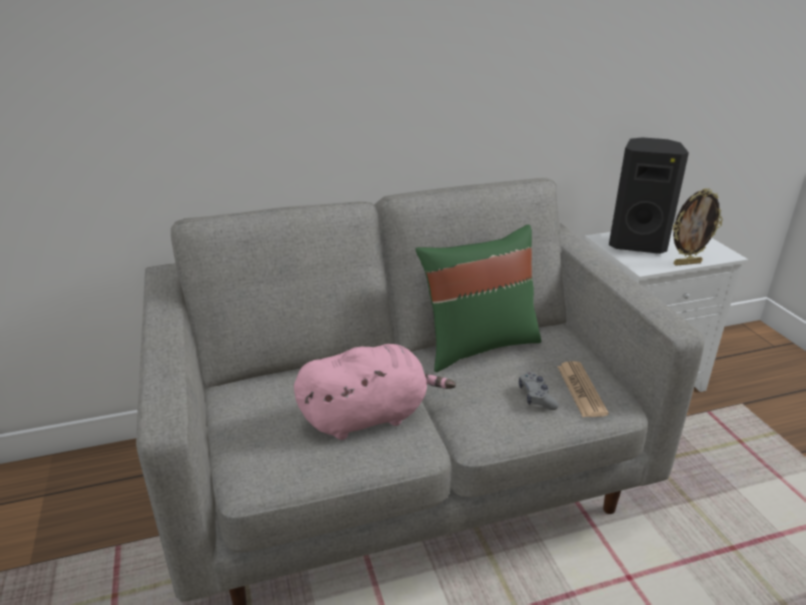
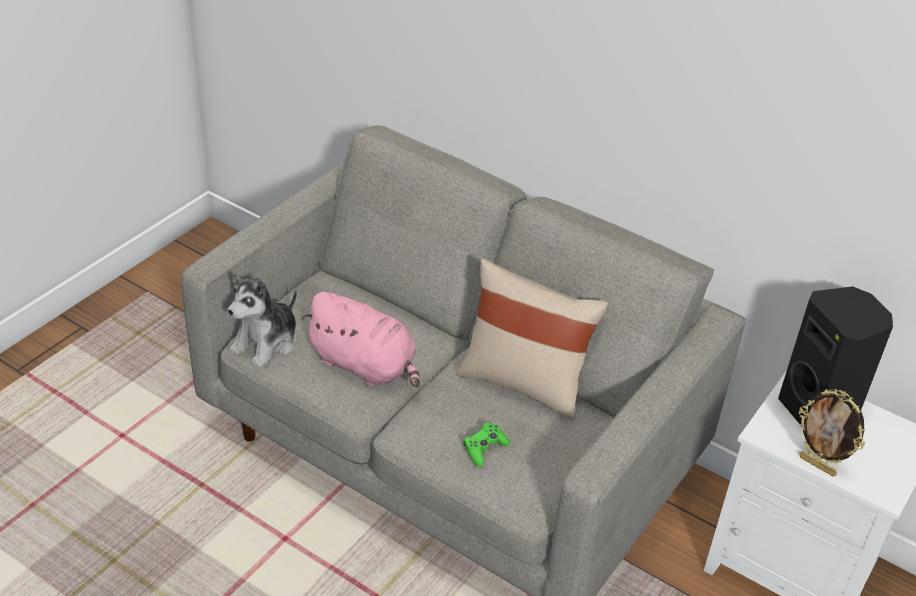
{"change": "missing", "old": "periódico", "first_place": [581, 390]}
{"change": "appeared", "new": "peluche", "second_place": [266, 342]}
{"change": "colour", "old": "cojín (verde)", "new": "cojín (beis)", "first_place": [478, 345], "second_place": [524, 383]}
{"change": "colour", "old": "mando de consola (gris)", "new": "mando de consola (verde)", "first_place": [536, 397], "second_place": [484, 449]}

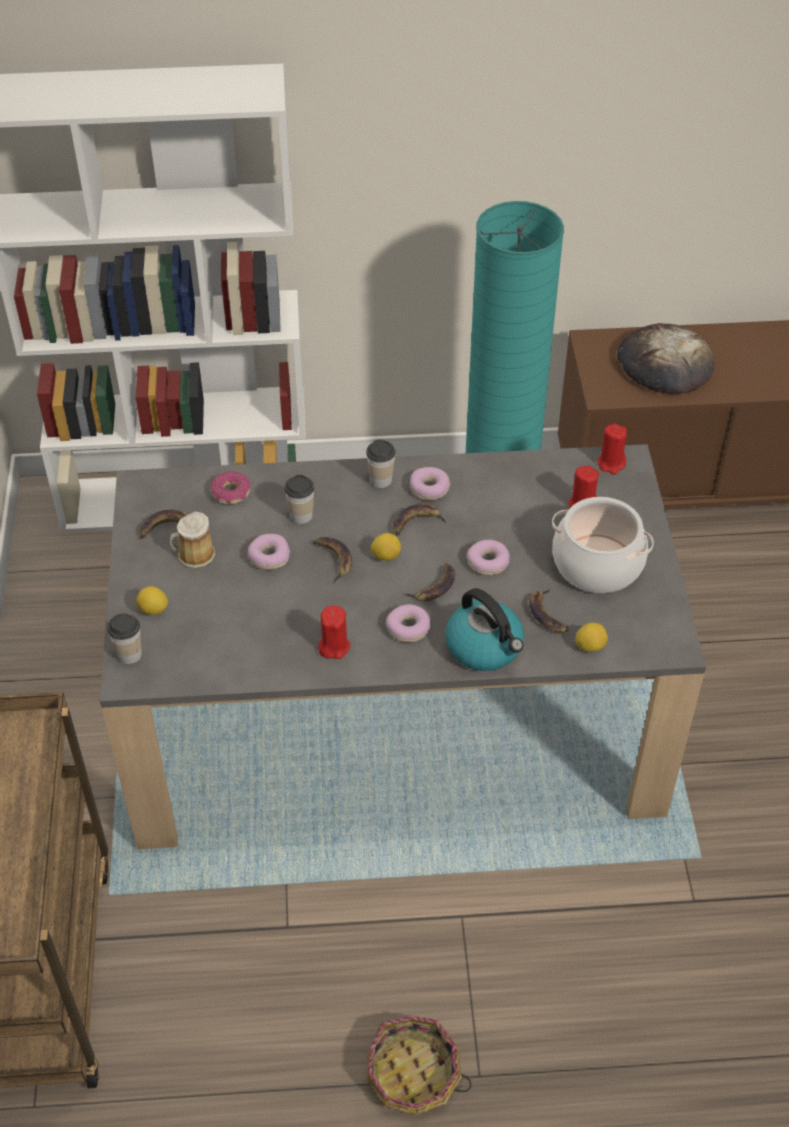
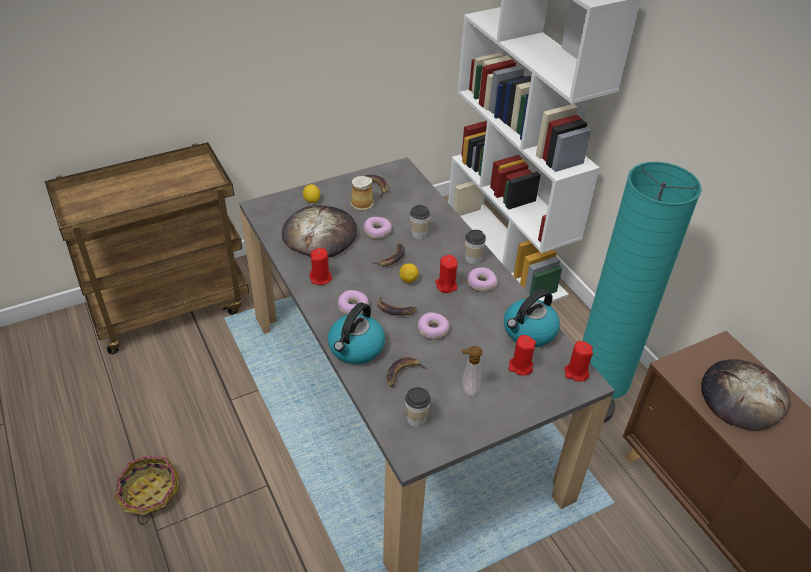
{"change": "missing", "old": "rosquilla", "first_place": [230, 493]}
{"change": "missing", "old": "limón", "first_place": [590, 646]}
{"change": "appeared", "new": "pan", "second_place": [319, 235]}
{"change": "appeared", "new": "hervidor", "second_place": [529, 332]}
{"change": "relocated", "old": "taza", "first_place": [129, 654], "second_place": [416, 419]}
{"change": "exchanged", "old": "plátano", "new": "vela (rojo)", "first_place": [416, 523], "second_place": [446, 285]}
{"change": "exchanged", "old": "olla", "new": "dispensador de jabón", "first_place": [598, 564], "second_place": [468, 390]}

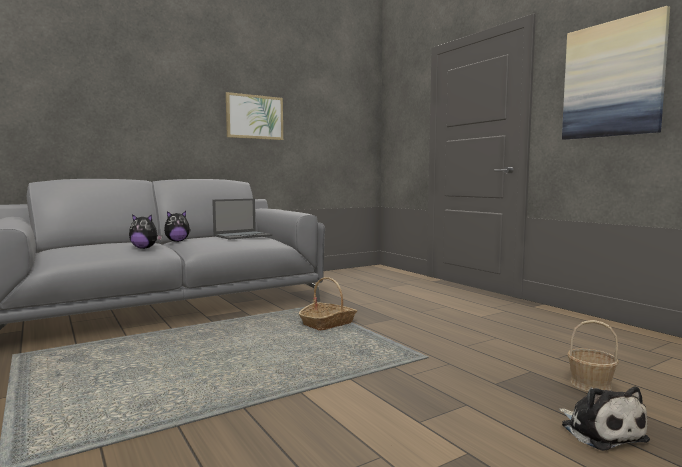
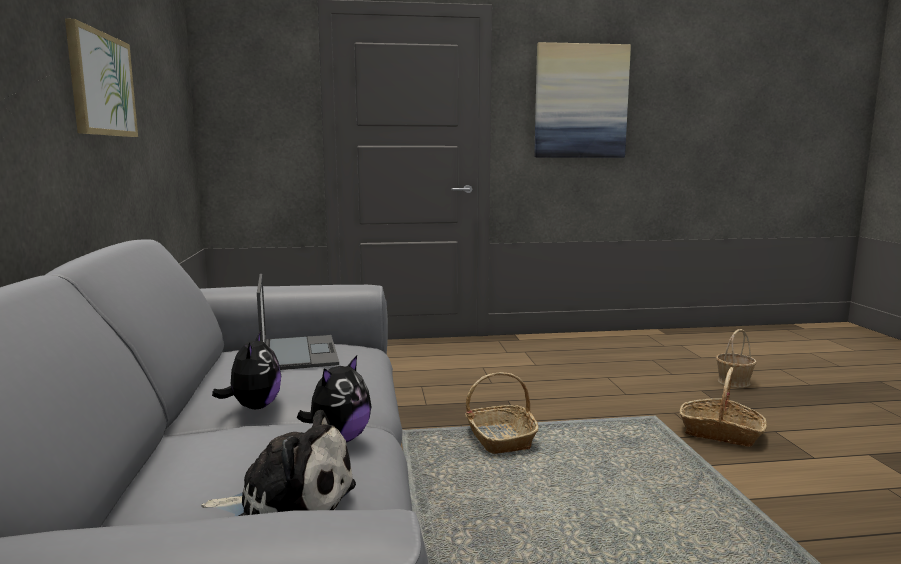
{"change": "appeared", "new": "cesta", "second_place": [720, 433]}
{"change": "relocated", "old": "peluche", "first_place": [600, 431], "second_place": [288, 506]}

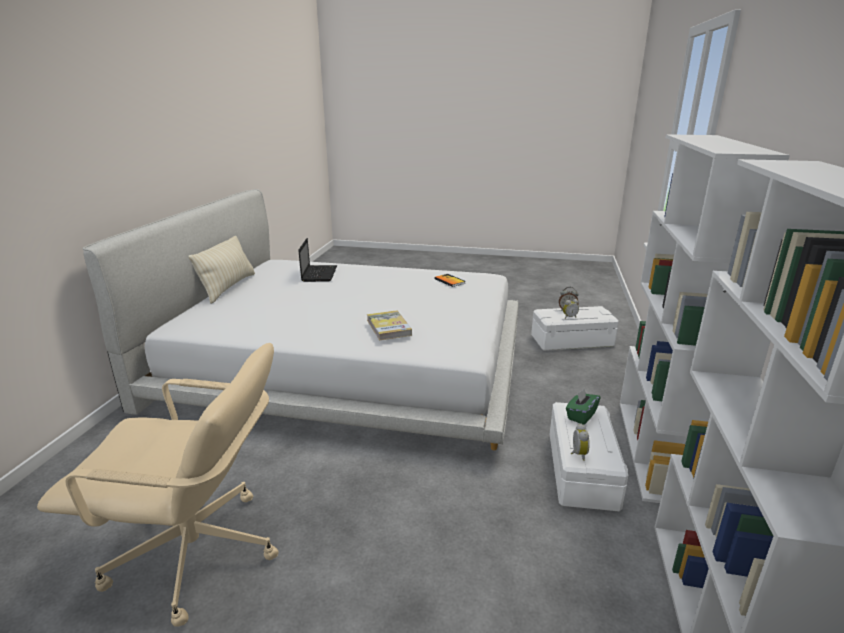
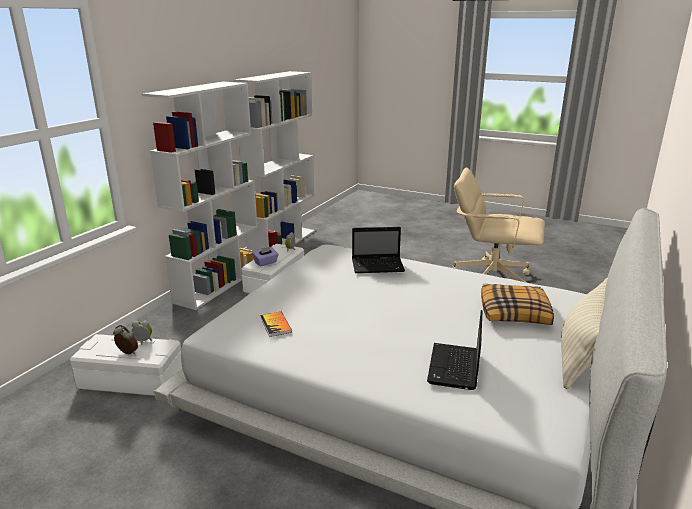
{"change": "appeared", "new": "cojín", "second_place": [515, 313]}
{"change": "exchanged", "old": "libro", "new": "portátil", "first_place": [388, 327], "second_place": [378, 266]}
{"change": "colour", "old": "caja de pañuelos (verde)", "new": "caja de pañuelos (morado)", "first_place": [581, 415], "second_place": [266, 263]}

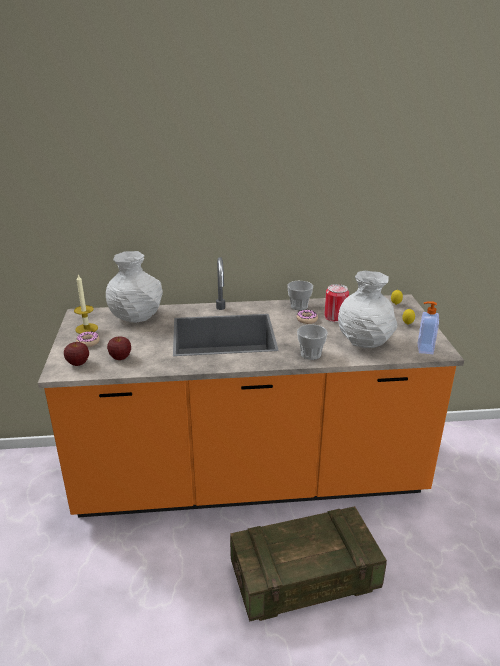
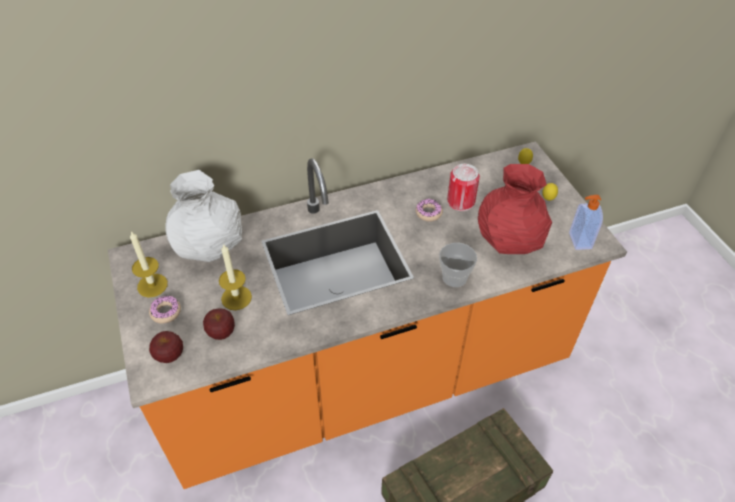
{"change": "missing", "old": "taza", "first_place": [299, 306]}
{"change": "appeared", "new": "vela", "second_place": [236, 298]}
{"change": "colour", "old": "florero (blanco)", "new": "florero (rojo)", "first_place": [365, 342], "second_place": [509, 242]}

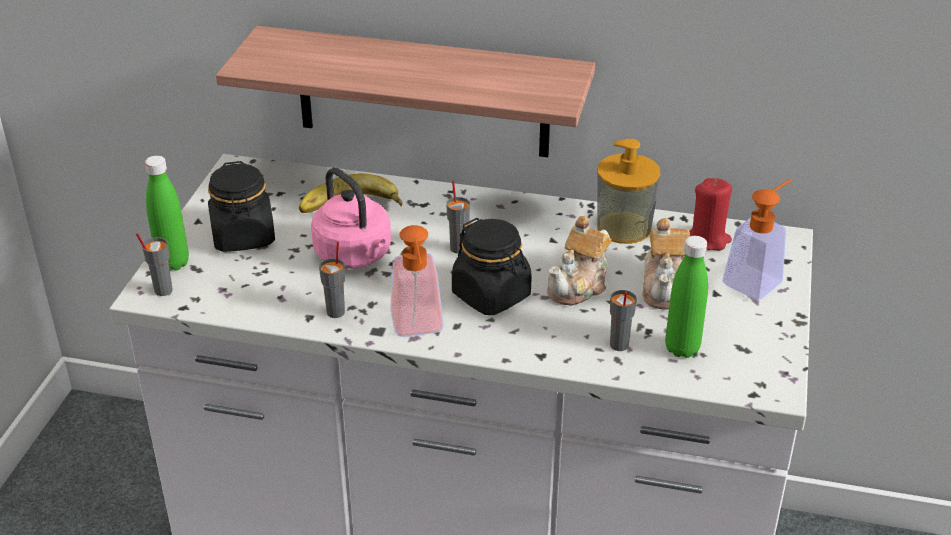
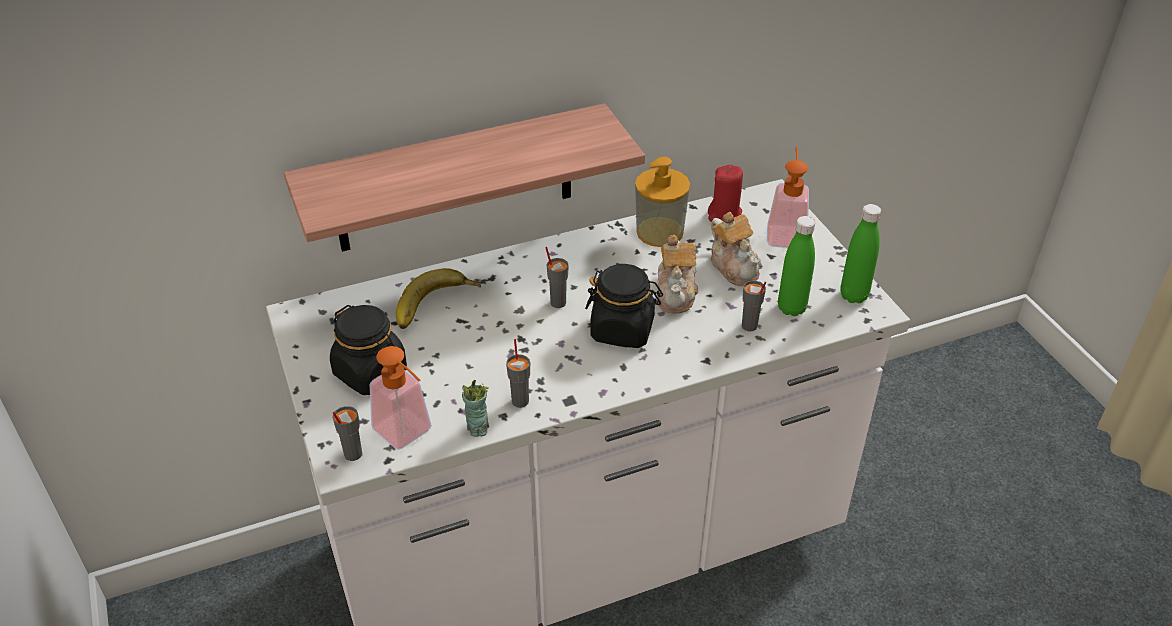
{"change": "missing", "old": "hervidor (rosa)", "first_place": [355, 256]}
{"change": "appeared", "new": "taza", "second_place": [477, 428]}
{"change": "relocated", "old": "botella (verde)", "first_place": [173, 263], "second_place": [853, 296]}
{"change": "relocated", "old": "dispensador de jabón", "first_place": [418, 328], "second_place": [408, 435]}

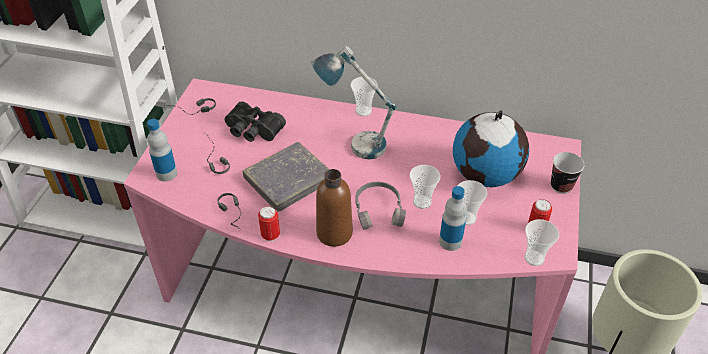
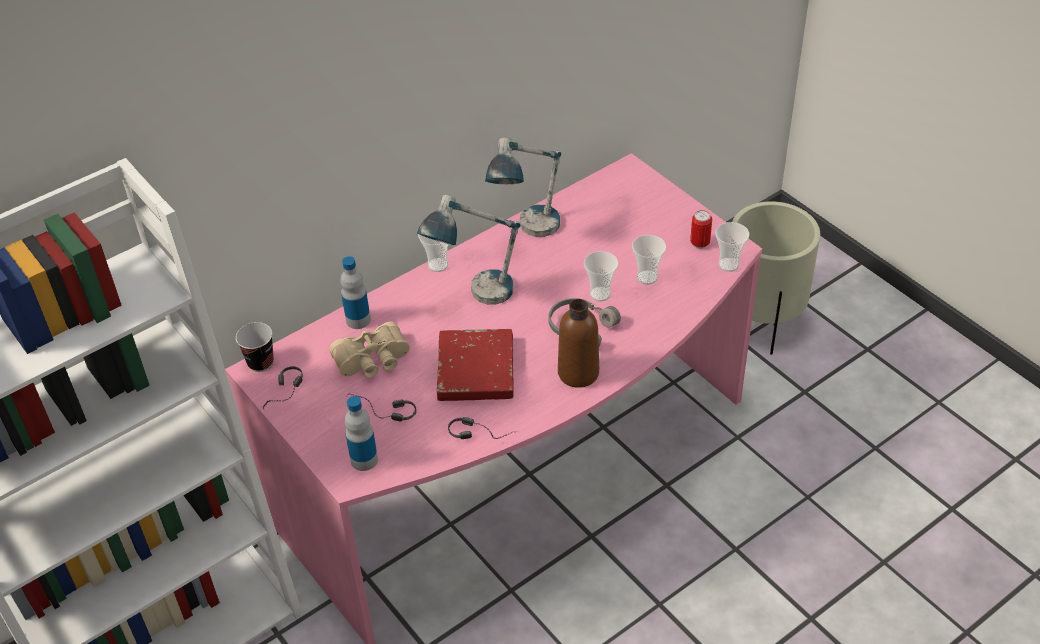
{"change": "missing", "old": "lata", "first_place": [270, 235]}
{"change": "missing", "old": "globo terráqueo", "first_place": [486, 175]}
{"change": "appeared", "new": "lámpara de mesa", "second_place": [528, 233]}
{"change": "relocated", "old": "botella", "first_place": [450, 241], "second_place": [358, 320]}
{"change": "relocated", "old": "taza", "first_place": [561, 186], "second_place": [260, 362]}
{"change": "colour", "old": "prismáticos (negro)", "new": "prismáticos (beis)", "first_place": [252, 131], "second_place": [373, 361]}
{"change": "colour", "old": "libro (gris)", "new": "libro (rojo)", "first_place": [288, 180], "second_place": [476, 370]}

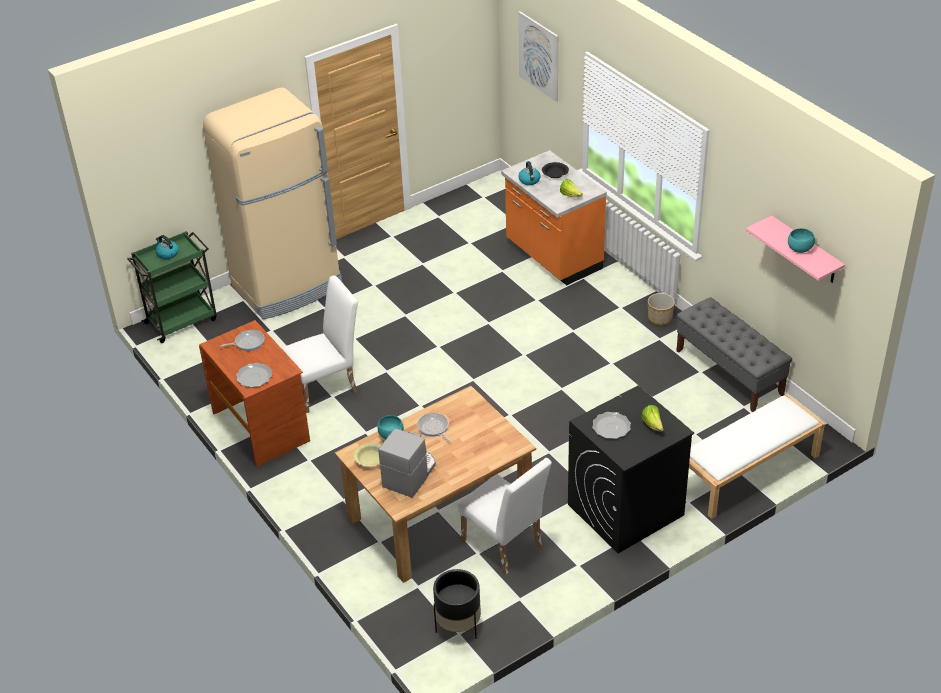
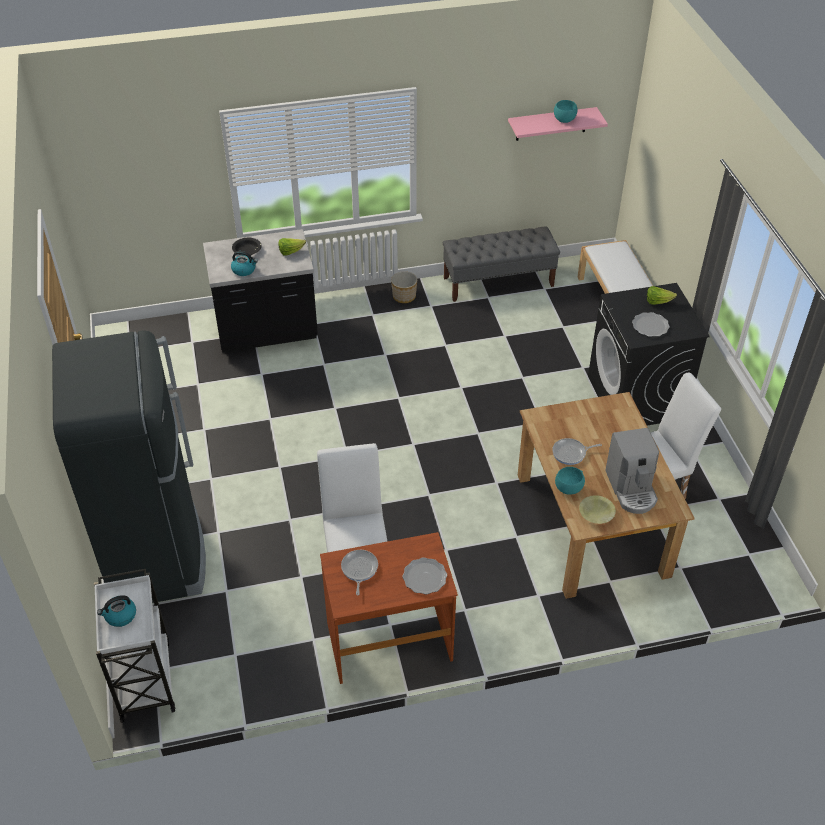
{"change": "missing", "old": "maceta (negro)", "first_place": [458, 626]}
{"change": "missing", "old": "cuadro", "first_place": [539, 56]}
{"change": "colour", "old": "carrito (verde)", "new": "carrito (blanco)", "first_place": [182, 320], "second_place": [145, 678]}
{"change": "colour", "old": "nevera (beis)", "new": "nevera (negro)", "first_place": [288, 286], "second_place": [156, 555]}
{"change": "colour", "old": "mueble bajo de cocina (naranja)", "new": "mueble bajo de cocina (negro)", "first_place": [552, 257], "second_place": [267, 333]}
{"change": "spun", "old": "cafetera", "first_place": [410, 474], "second_place": [631, 489], "degrees": -150}

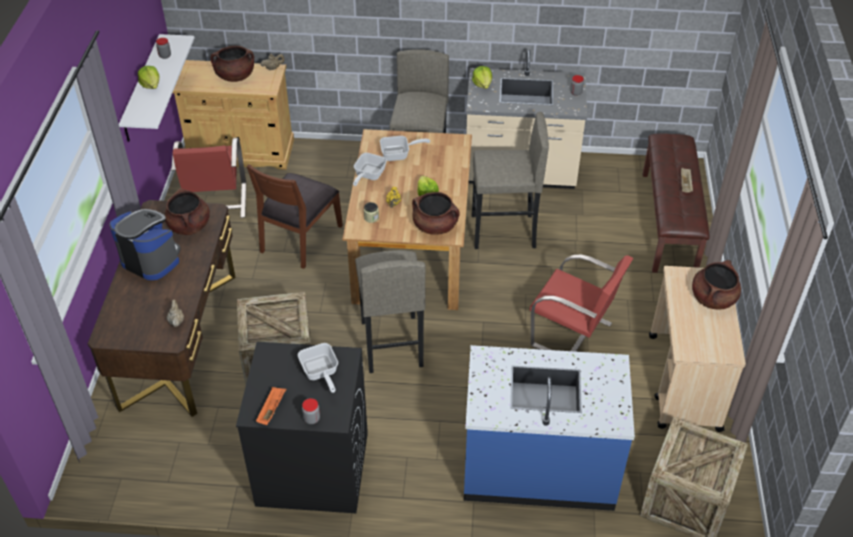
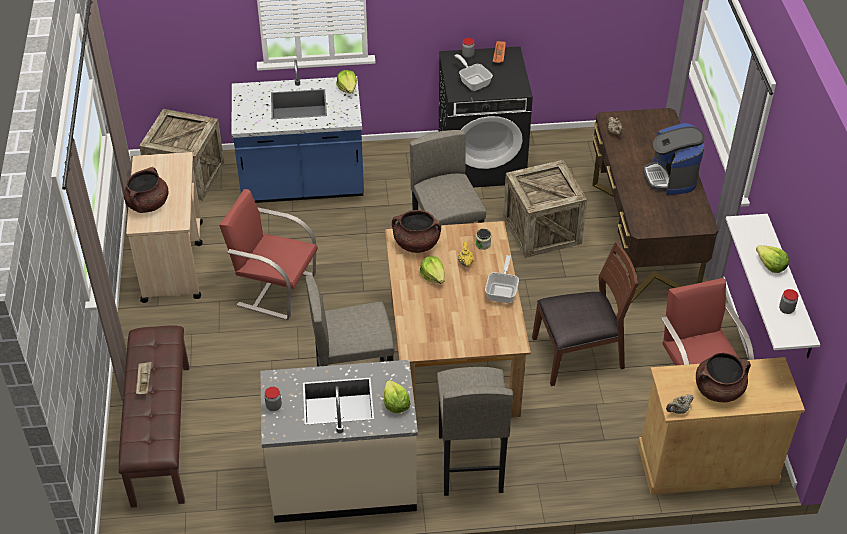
{"change": "missing", "old": "olla (marrón)", "first_place": [189, 226]}
{"change": "missing", "old": "sartén", "first_place": [399, 155]}
{"change": "appeared", "new": "lechuga", "second_place": [347, 88]}
{"change": "spun", "old": "cafetera", "first_place": [151, 259], "second_place": [670, 177], "degrees": 60}
{"change": "spun", "old": "silla (marrón)", "first_place": [299, 238], "second_place": [579, 354], "degrees": 60}

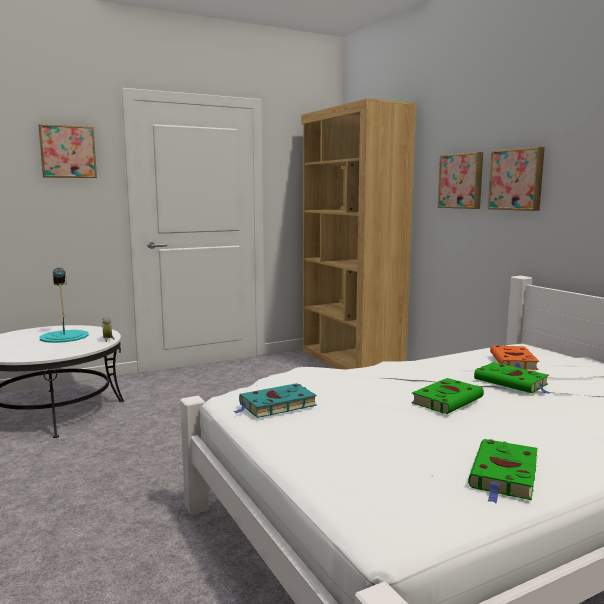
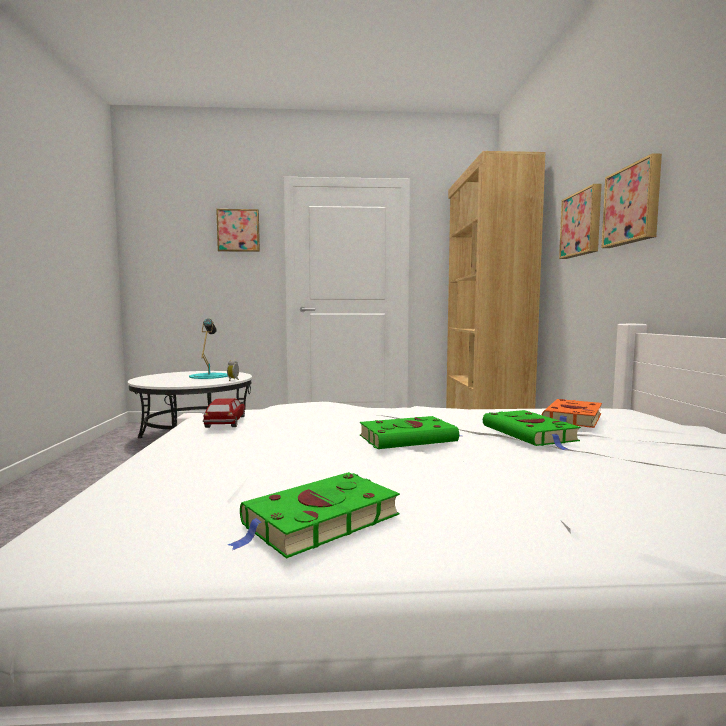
{"change": "exchanged", "old": "libro (turquesa)", "new": "coche de juguete", "first_place": [276, 405], "second_place": [226, 421]}

